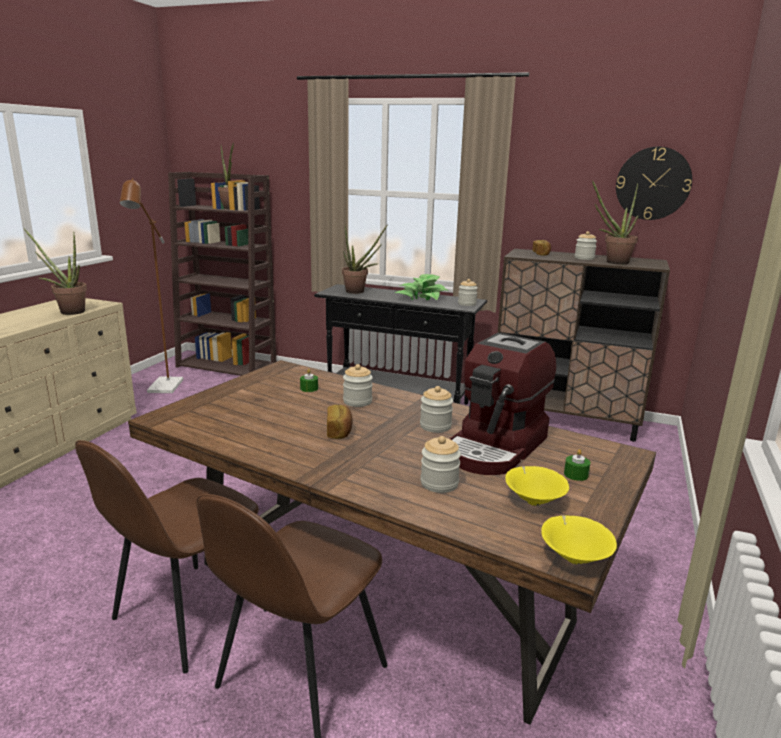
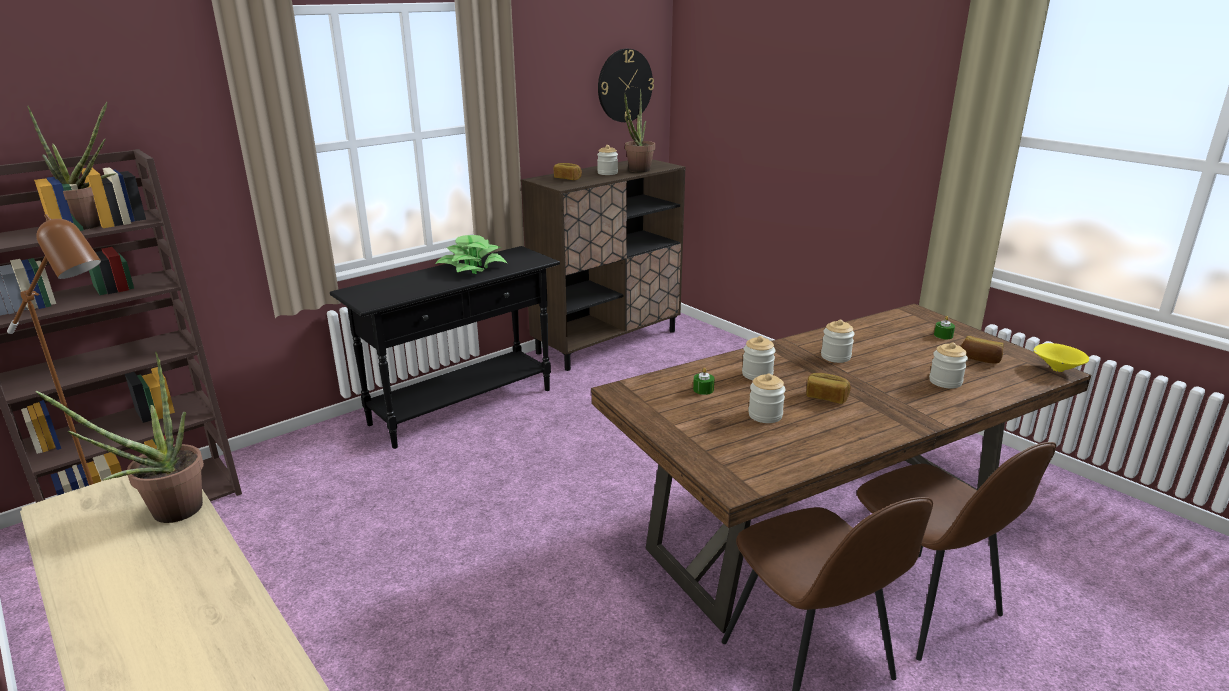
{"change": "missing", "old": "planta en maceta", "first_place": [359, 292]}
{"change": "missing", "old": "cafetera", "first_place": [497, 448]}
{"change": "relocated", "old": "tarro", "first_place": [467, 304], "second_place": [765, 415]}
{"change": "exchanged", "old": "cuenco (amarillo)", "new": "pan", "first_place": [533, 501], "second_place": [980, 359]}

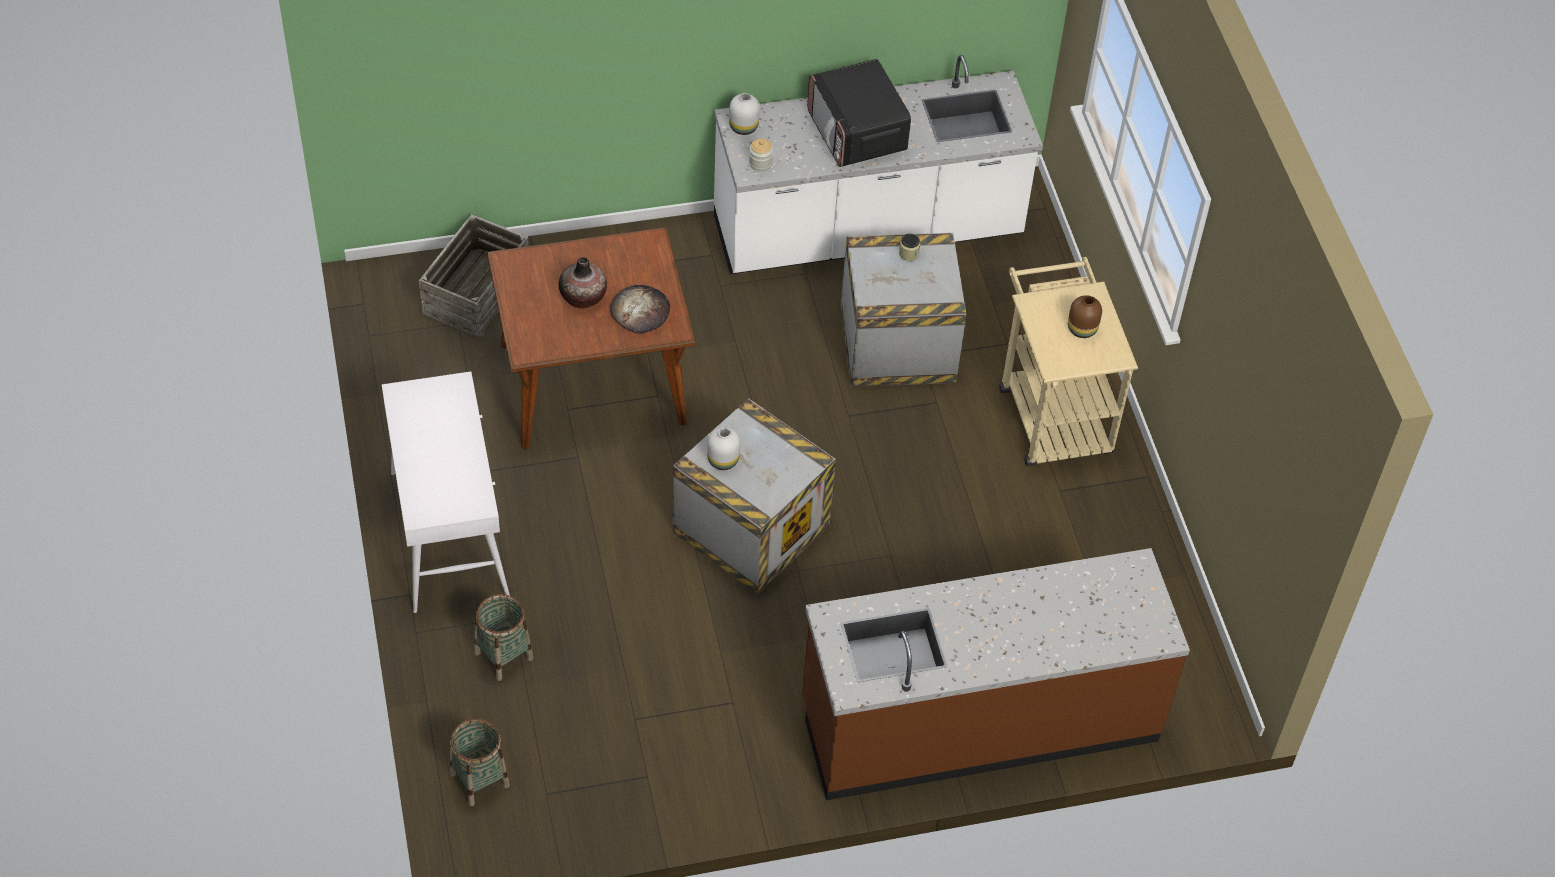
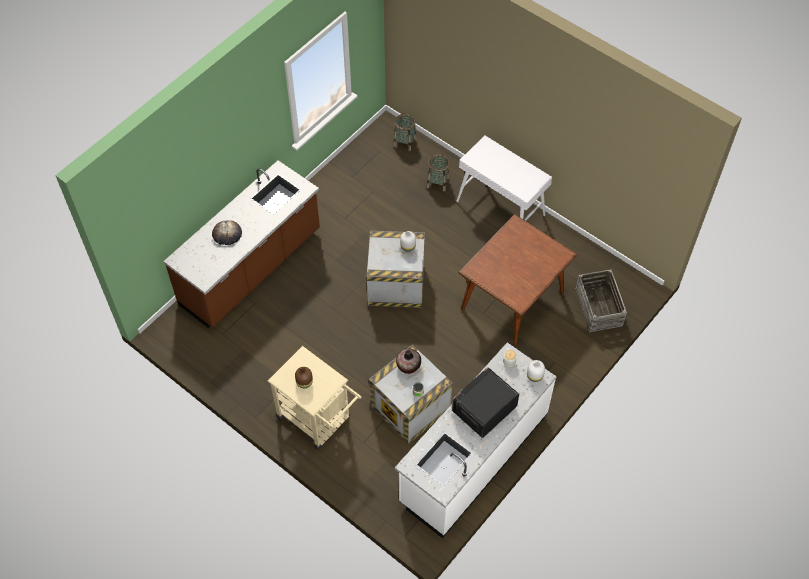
{"change": "relocated", "old": "florero", "first_place": [583, 297], "second_place": [408, 365]}
{"change": "relocated", "old": "pan", "first_place": [640, 311], "second_place": [227, 234]}
{"change": "spun", "old": "microondas", "first_place": [857, 133], "second_place": [483, 410], "degrees": -75}

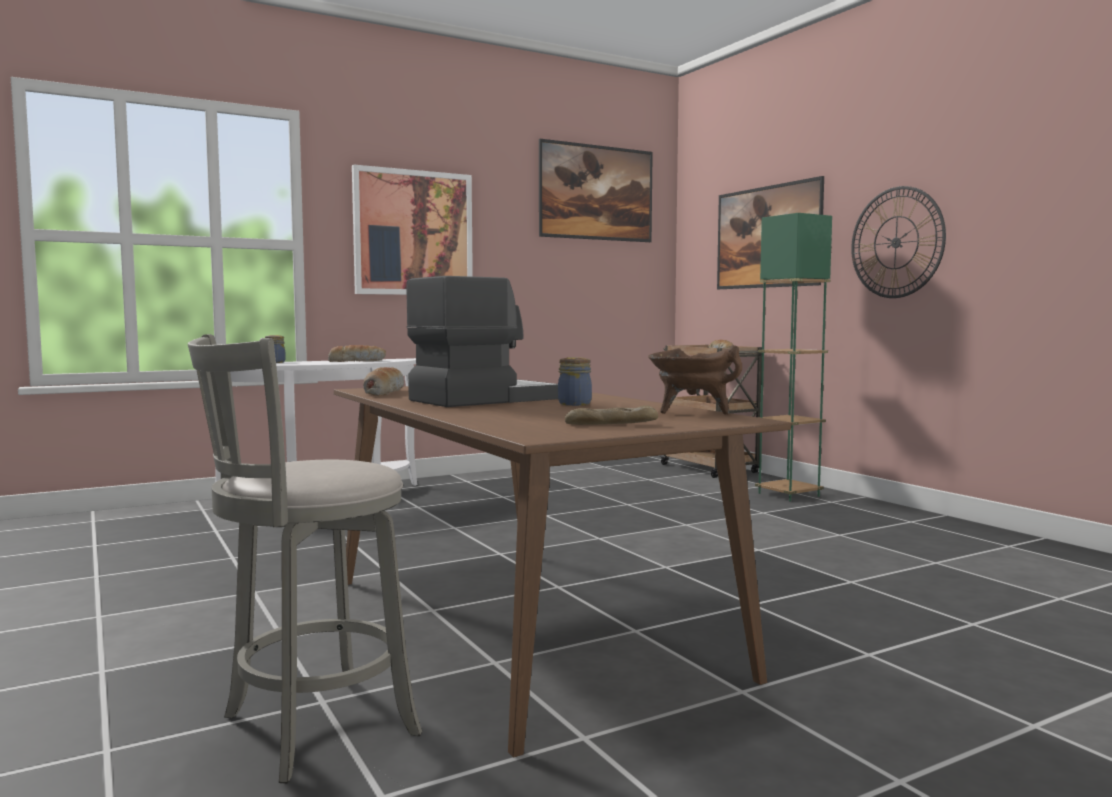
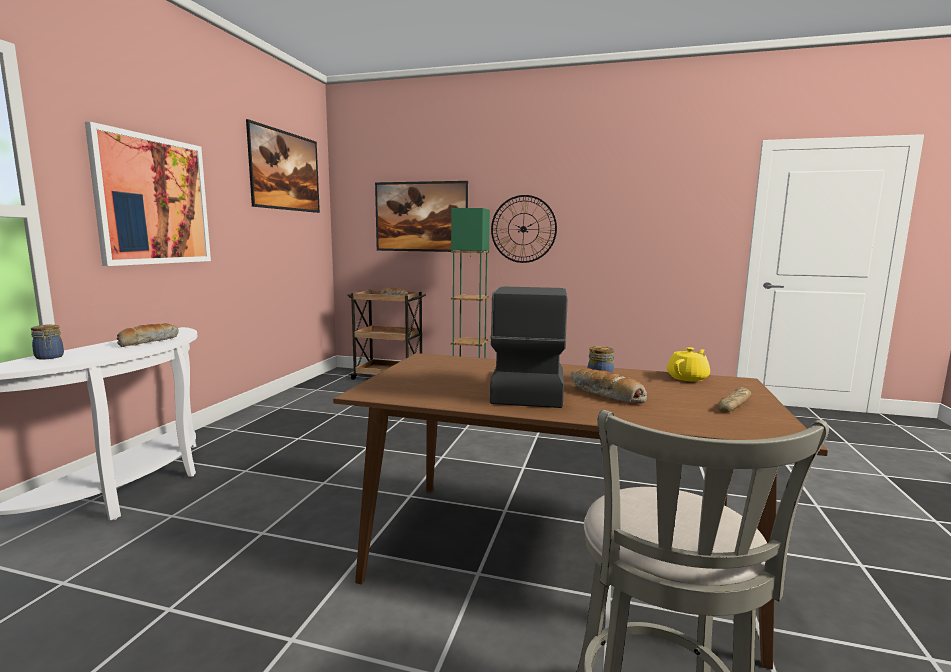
{"change": "relocated", "old": "pan", "first_place": [384, 392], "second_place": [605, 395]}
{"change": "exchanged", "old": "olla (marrón)", "new": "tetera (amarillo)", "first_place": [692, 412], "second_place": [688, 378]}

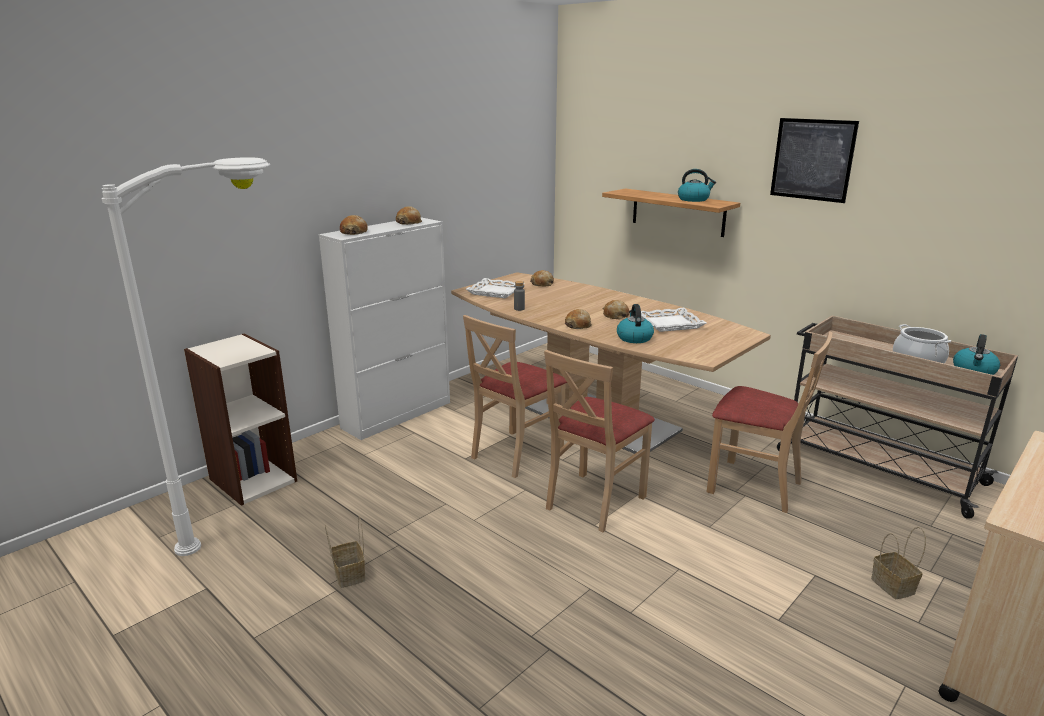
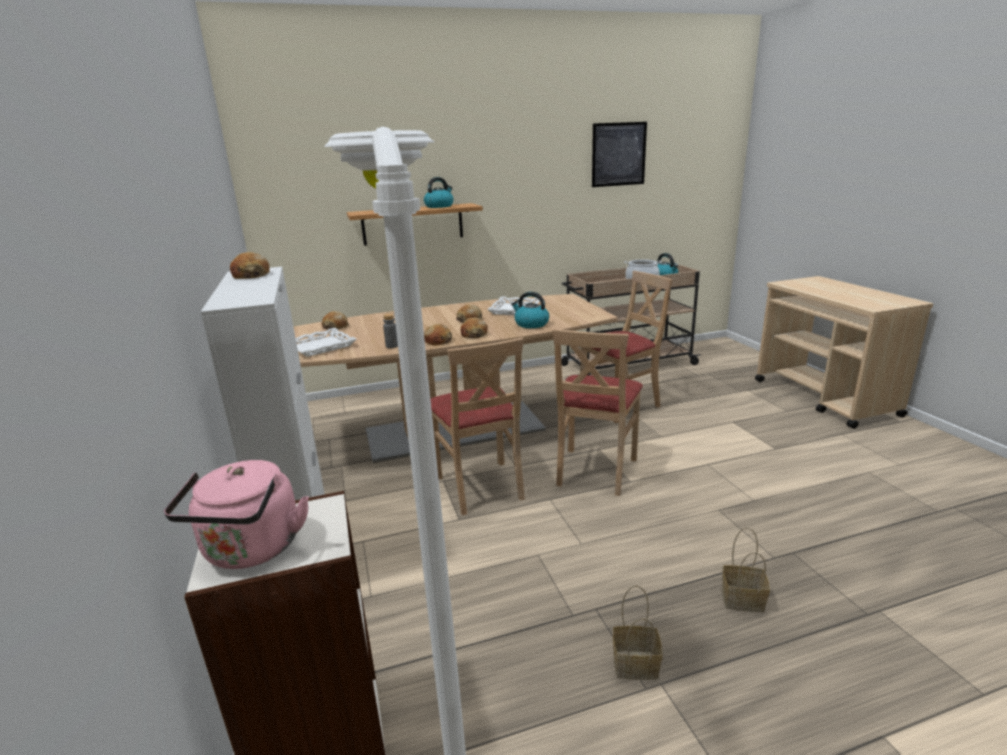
{"change": "appeared", "new": "hervidor (rosa)", "second_place": [251, 551]}
{"change": "relocated", "old": "pan", "first_place": [354, 232], "second_place": [438, 341]}
{"change": "relocated", "old": "cuadro", "first_place": [812, 159], "second_place": [618, 154]}
{"change": "relocated", "old": "cesta", "first_place": [894, 586], "second_place": [743, 599]}
{"change": "spun", "old": "silla (beis)", "first_place": [594, 501], "second_place": [595, 470], "degrees": 45}

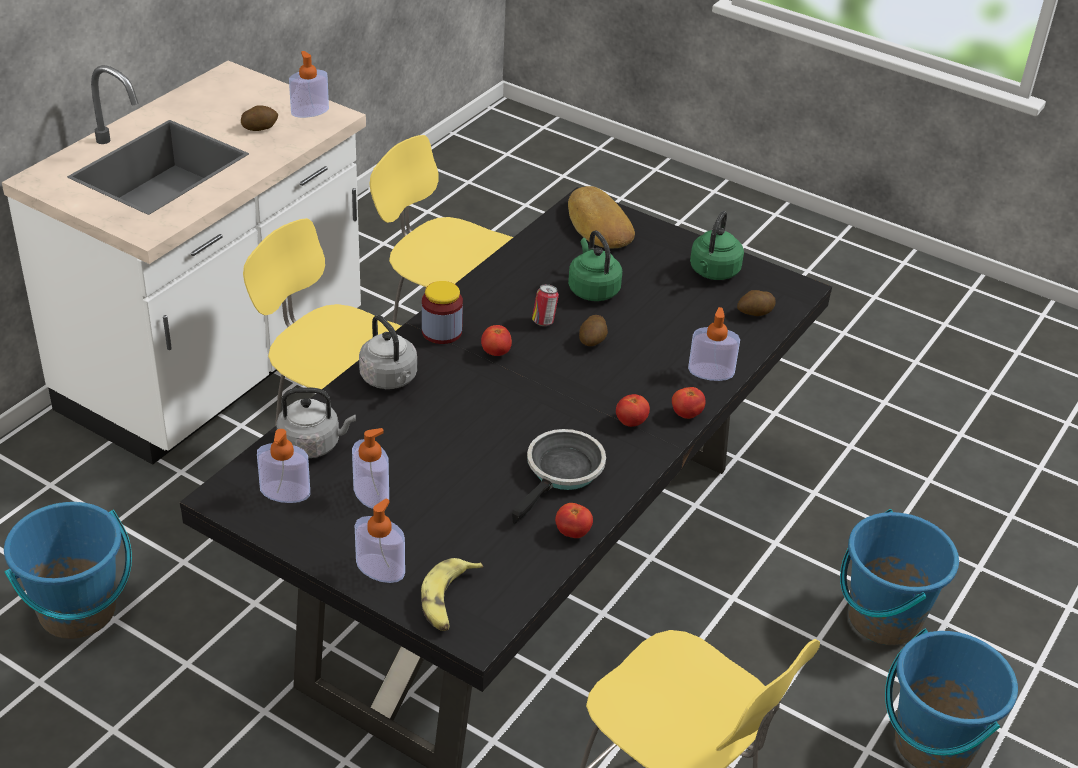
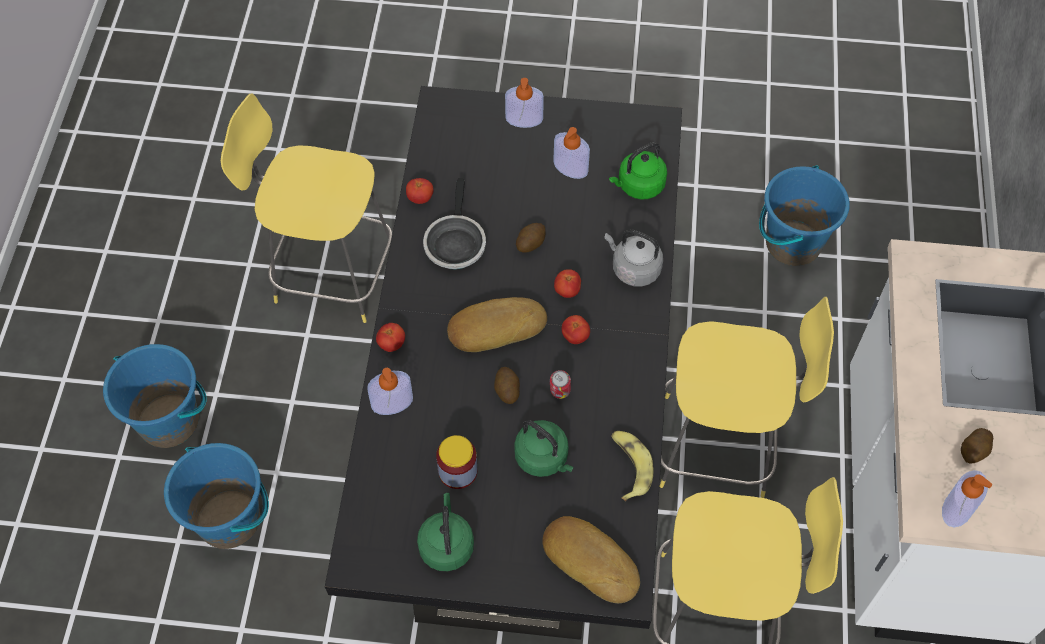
{"change": "missing", "old": "dispensador de jabón", "first_place": [285, 492]}
{"change": "appeared", "new": "pan", "second_place": [495, 327]}
{"change": "relocated", "old": "plátano", "first_place": [448, 601], "second_place": [629, 466]}
{"change": "relocated", "old": "tarro", "first_place": [442, 332], "second_place": [458, 471]}
{"change": "relocated", "old": "tomate", "first_place": [631, 422], "second_place": [567, 291]}
{"change": "relocated", "old": "patata", "first_place": [754, 313], "second_place": [530, 243]}
{"change": "colour", "old": "hervidor (gris)", "new": "hervidor (verde)", "first_place": [313, 445], "second_place": [638, 186]}

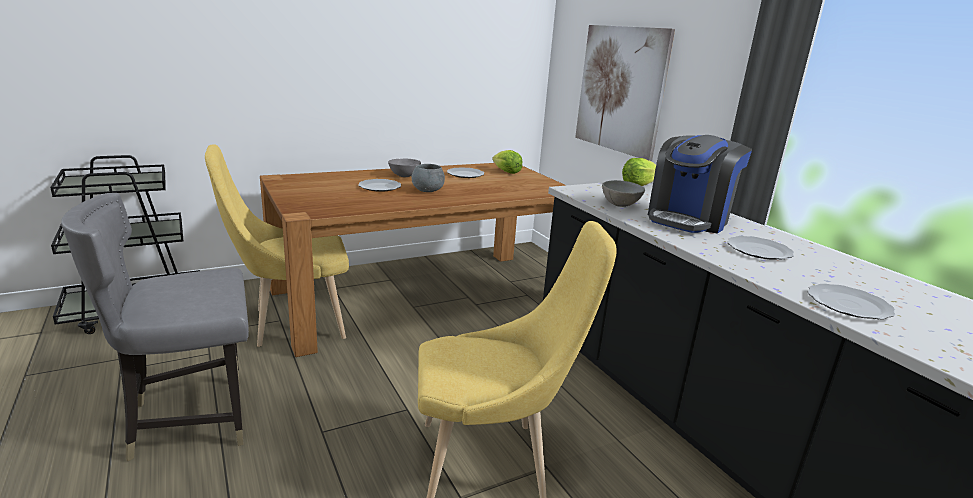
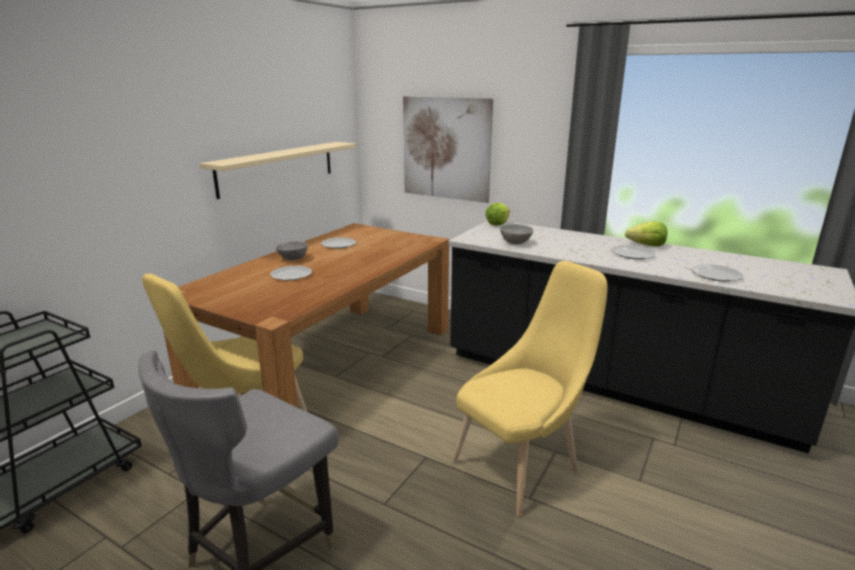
{"change": "missing", "old": "cuenco (gris)", "first_place": [428, 191]}
{"change": "missing", "old": "cafetera", "first_place": [689, 219]}
{"change": "appeared", "new": "estante (beis)", "second_place": [278, 168]}
{"change": "relocated", "old": "lechuga", "first_place": [506, 172], "second_place": [647, 245]}

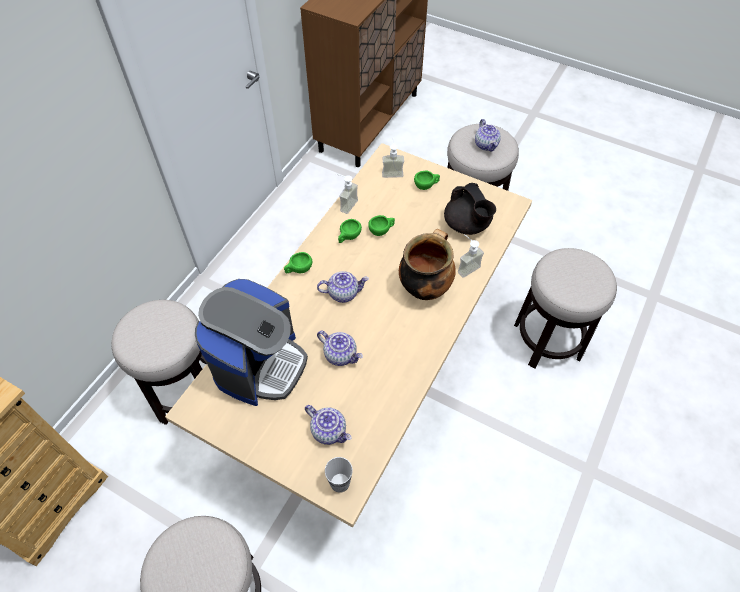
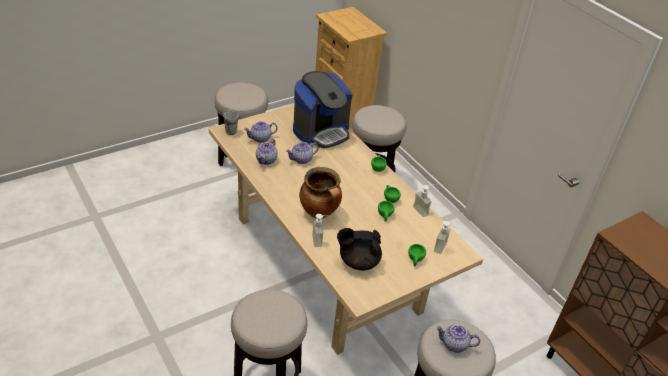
{"change": "relocated", "old": "tetera", "first_place": [343, 293], "second_place": [266, 160]}
{"change": "spun", "old": "cafetera", "first_place": [260, 364], "second_place": [321, 132], "degrees": -90}

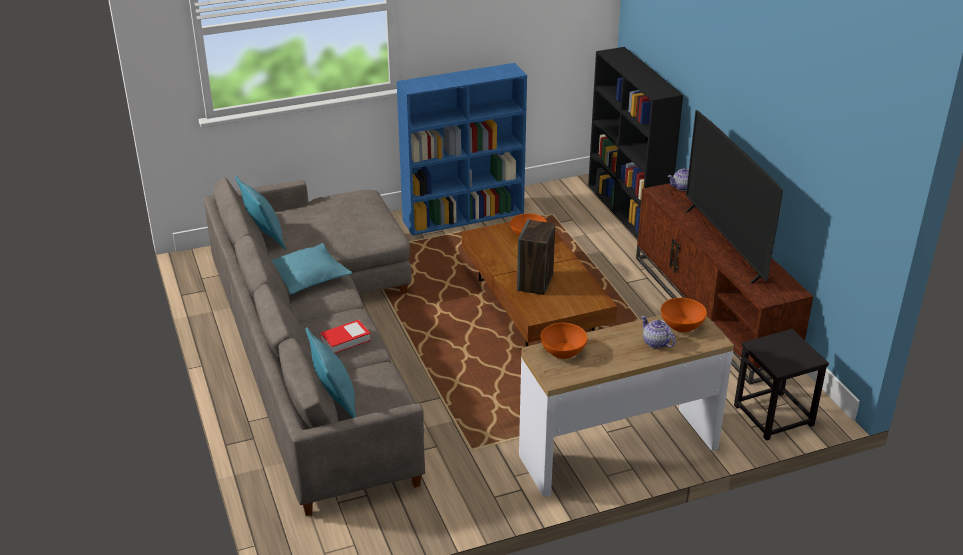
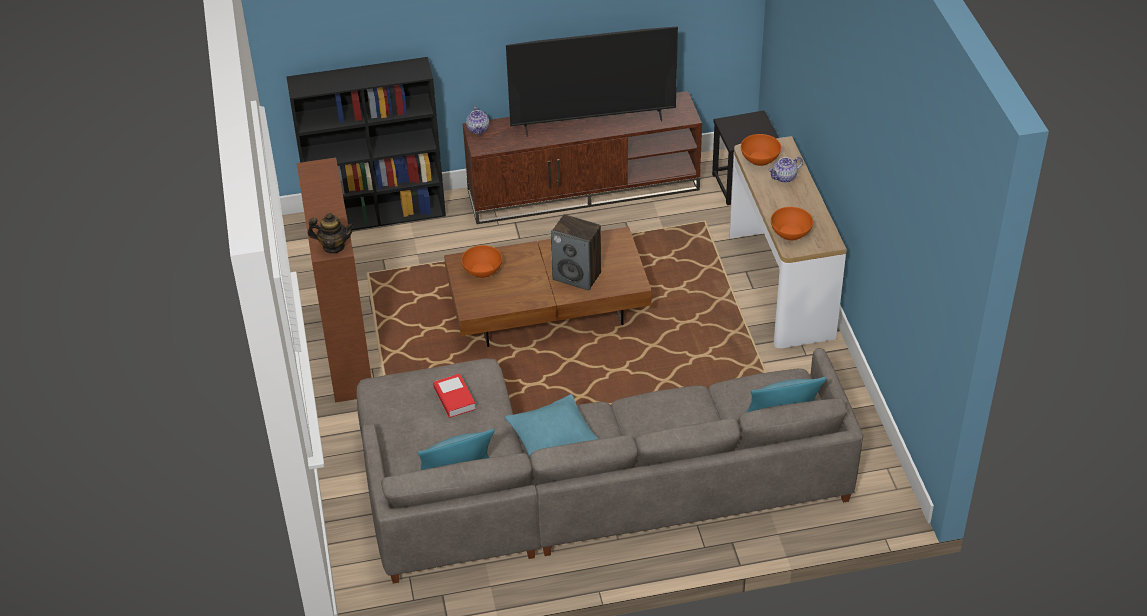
{"change": "appeared", "new": "tetera", "second_place": [333, 246]}
{"change": "relocated", "old": "libro", "first_place": [345, 340], "second_place": [454, 399]}
{"change": "colour", "old": "estantería (azul)", "new": "estantería (marrón)", "first_place": [464, 216], "second_place": [345, 346]}

